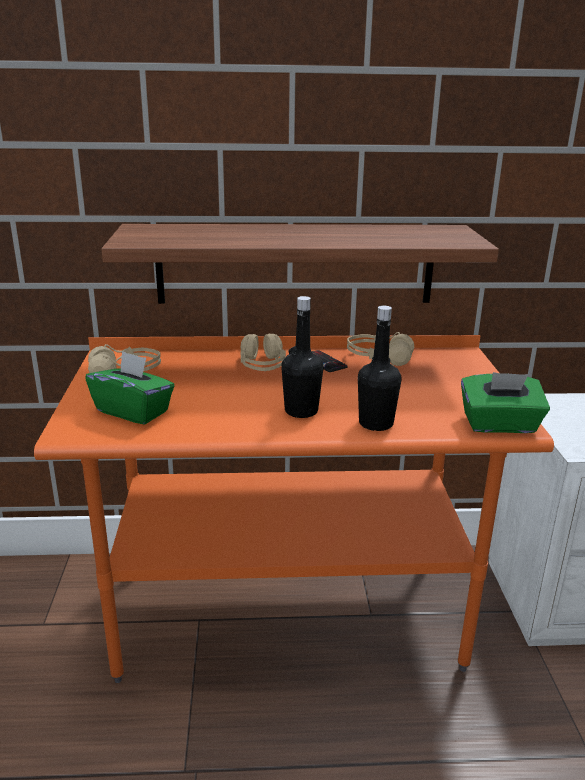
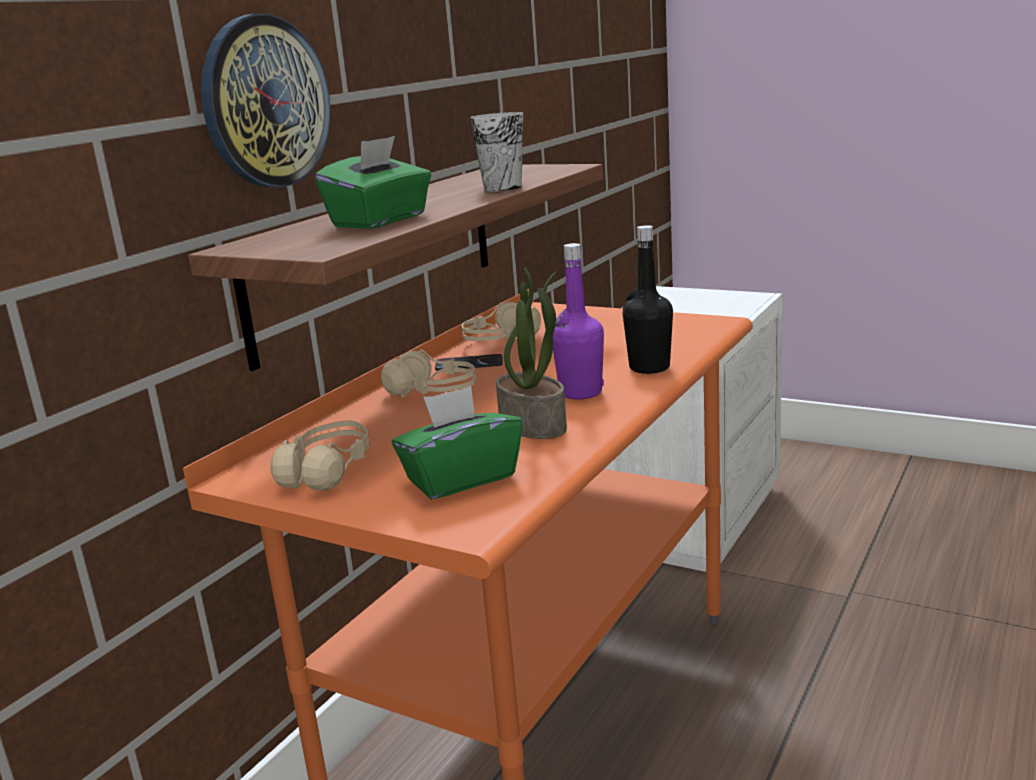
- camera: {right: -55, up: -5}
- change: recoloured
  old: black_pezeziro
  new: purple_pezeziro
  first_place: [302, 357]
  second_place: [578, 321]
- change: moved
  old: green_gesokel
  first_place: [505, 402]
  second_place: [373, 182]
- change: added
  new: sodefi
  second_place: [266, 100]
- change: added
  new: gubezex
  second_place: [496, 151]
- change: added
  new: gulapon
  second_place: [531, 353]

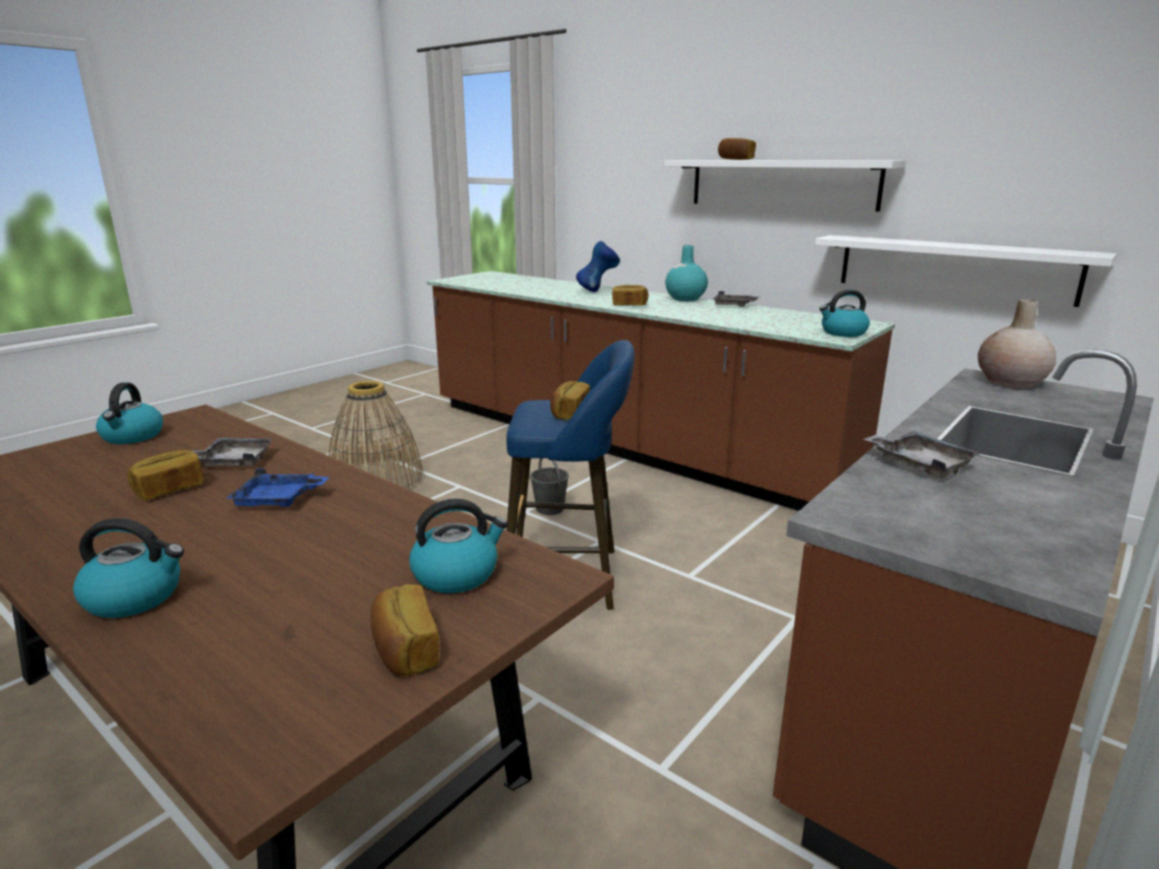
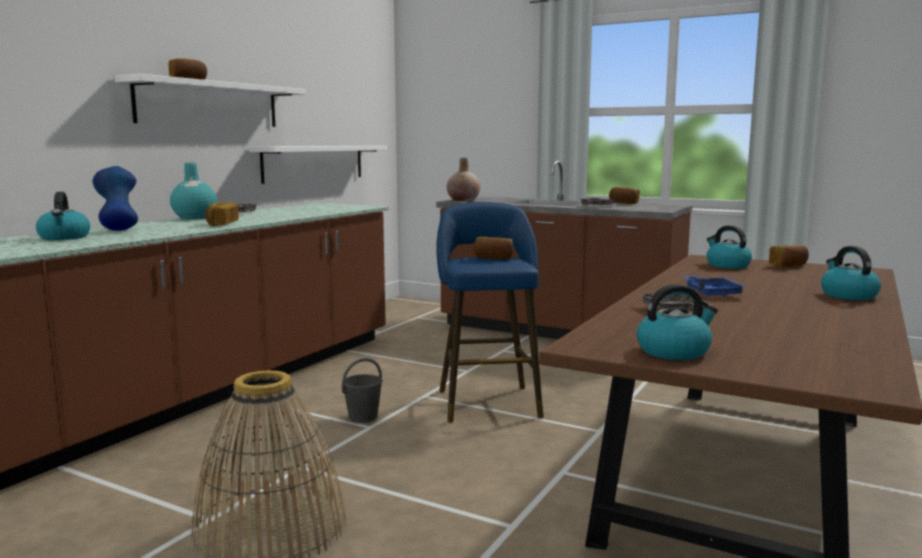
- camera: {right: -100, up: -10}
- change: moved
  old: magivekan
  first_place: [844, 313]
  second_place: [63, 216]
- change: moved
  old: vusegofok
  first_place: [165, 475]
  second_place: [624, 195]

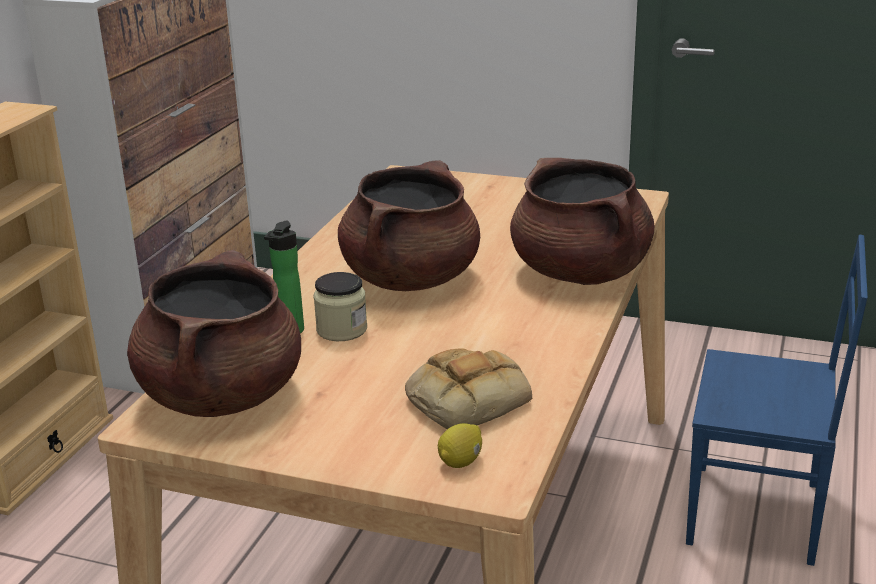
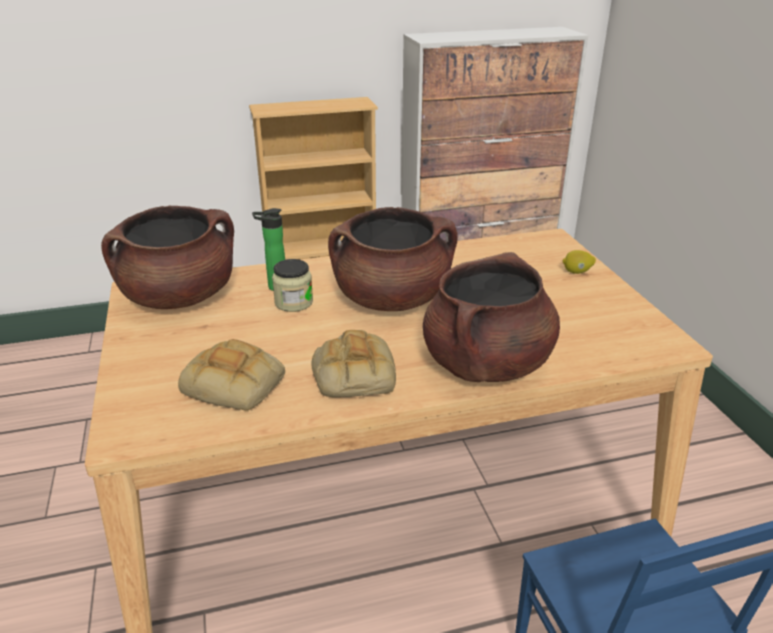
- camera: {right: 55, up: 5}
- change: moved
  old: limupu
  first_place: [460, 445]
  second_place: [579, 262]
- change: added
  new: vusegofok
  second_place: [354, 363]

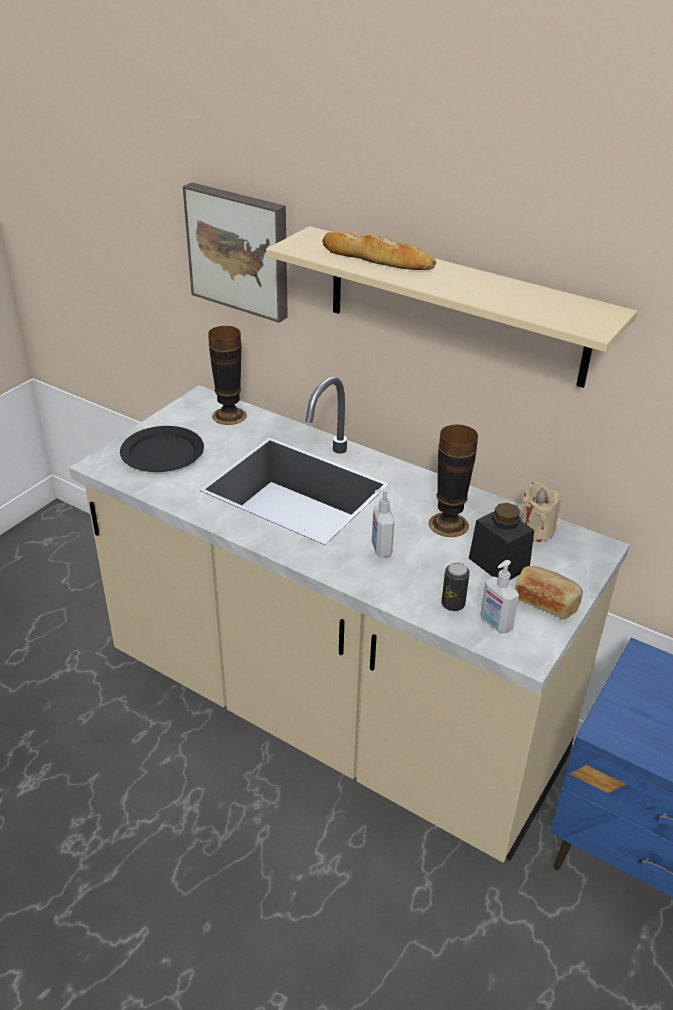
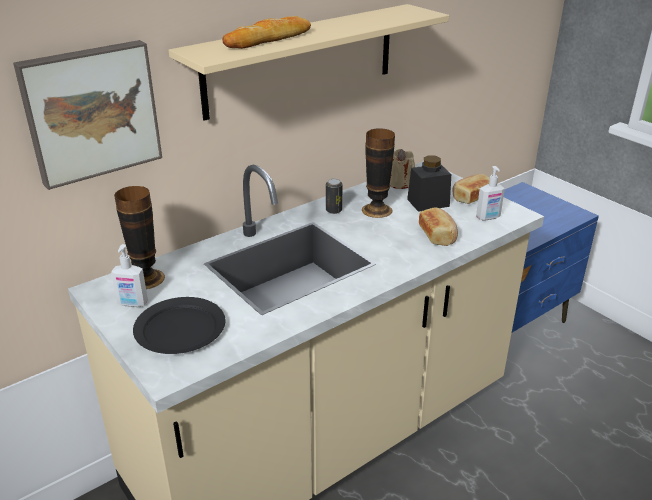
- camera: {right: -70, up: -5}
- change: moved
  old: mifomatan
  first_place: [383, 522]
  second_place: [129, 275]
- change: moved
  old: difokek
  first_place: [456, 587]
  second_place: [334, 196]
- change: added
  new: vusegofok
  second_place: [438, 226]

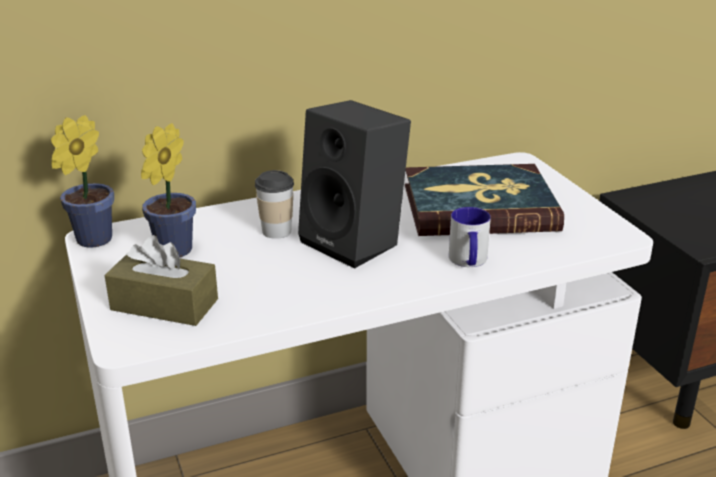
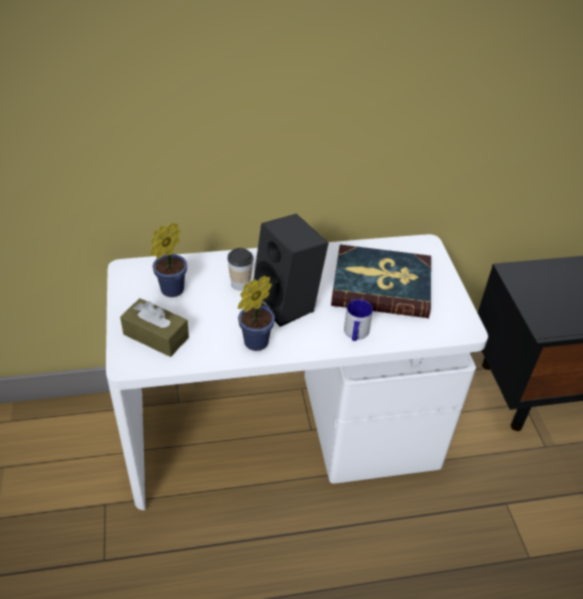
- camera: {right: 10, up: 15}
- change: moved
  old: gulapon
  first_place: [82, 181]
  second_place: [256, 313]

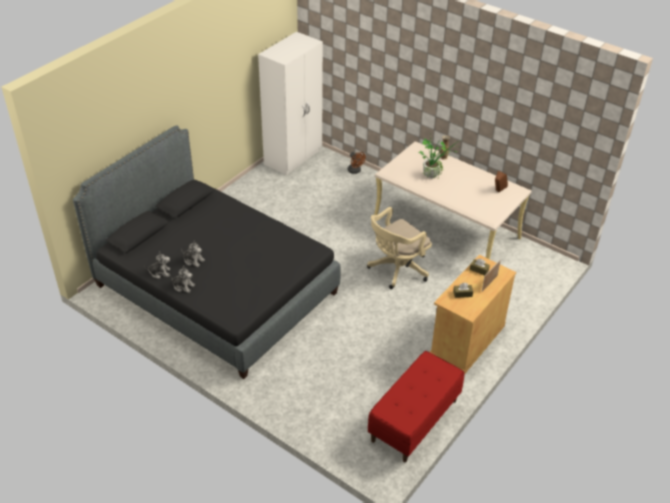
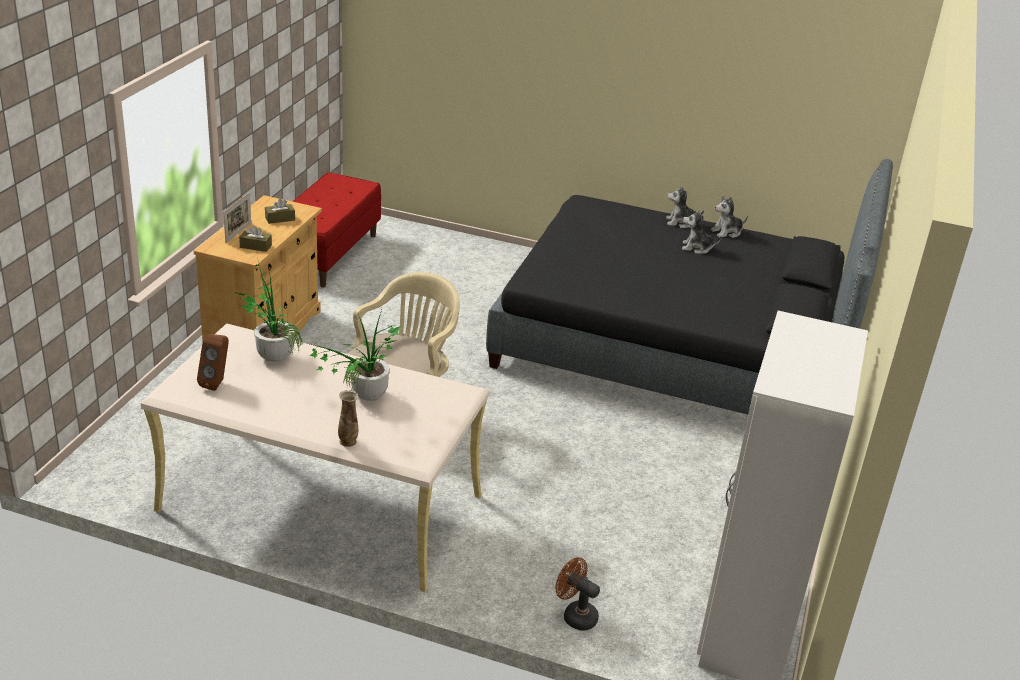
- camera: {right: 160, up: -10}
- change: added
  new: gulapon
  second_place: [269, 311]

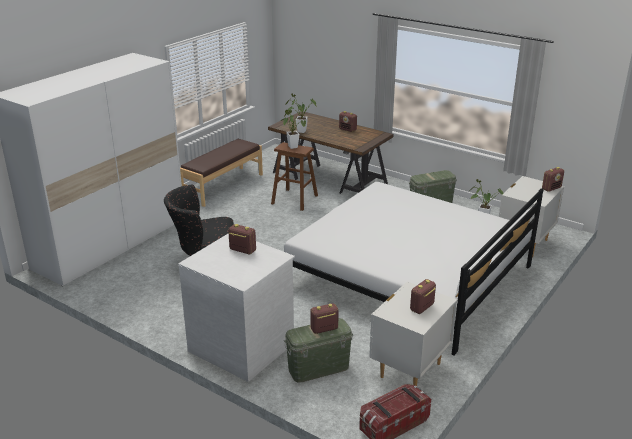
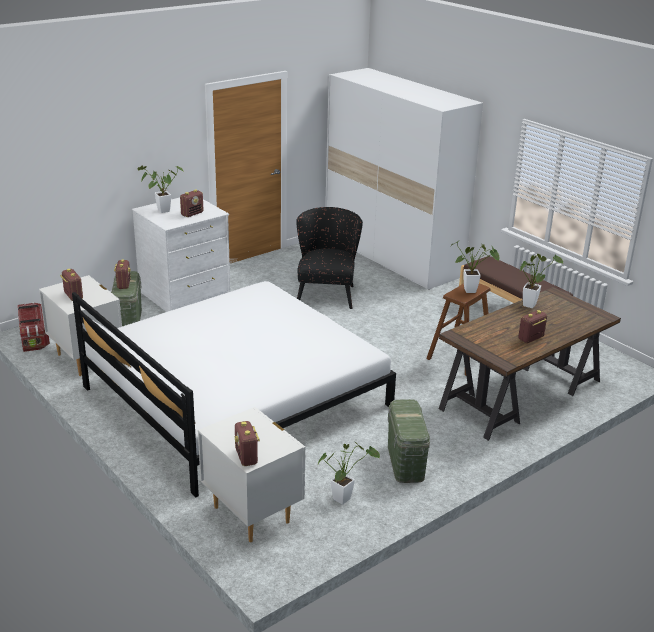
- camera: {right: 105, up: 0}
- change: added
  new: gulapon
  second_place: [160, 189]

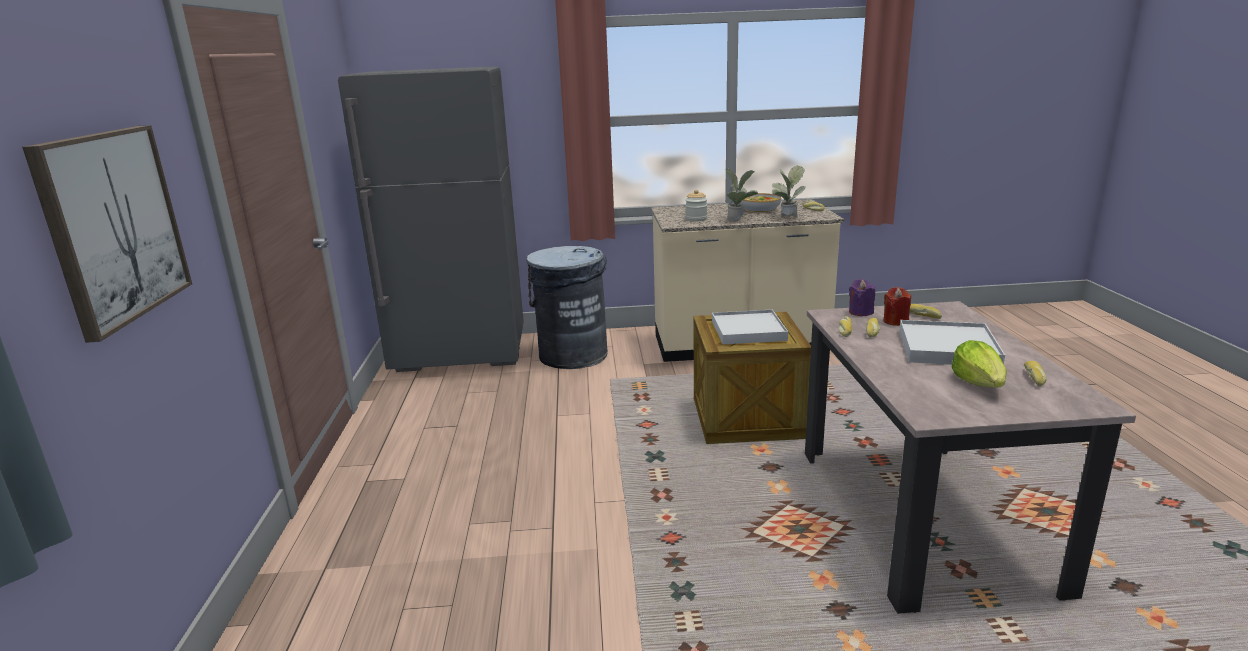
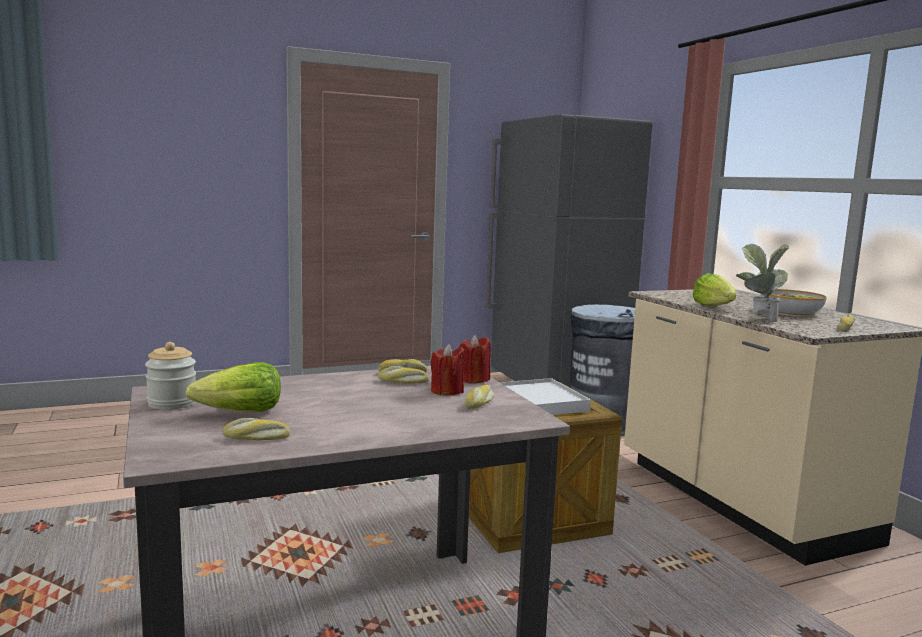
- camera: {right: 70, up: -10}
- change: removed
  old: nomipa
  first_place: [107, 234]
- change: replaced
  old: gulapon
  new: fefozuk
  first_place: [741, 194]
  second_place: [714, 289]
- change: moved
  old: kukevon
  first_place: [696, 205]
  second_place: [170, 376]
- change: recoloured
  old: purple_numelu
  new: red_numelu
  first_place: [862, 297]
  second_place: [475, 359]
- change: removed
  old: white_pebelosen
  first_place: [952, 342]

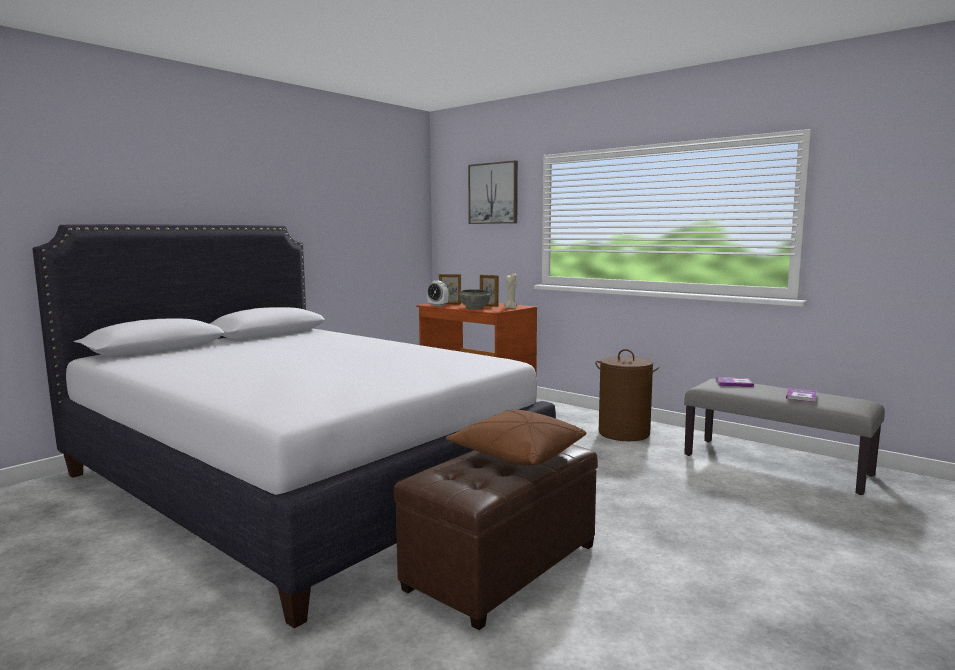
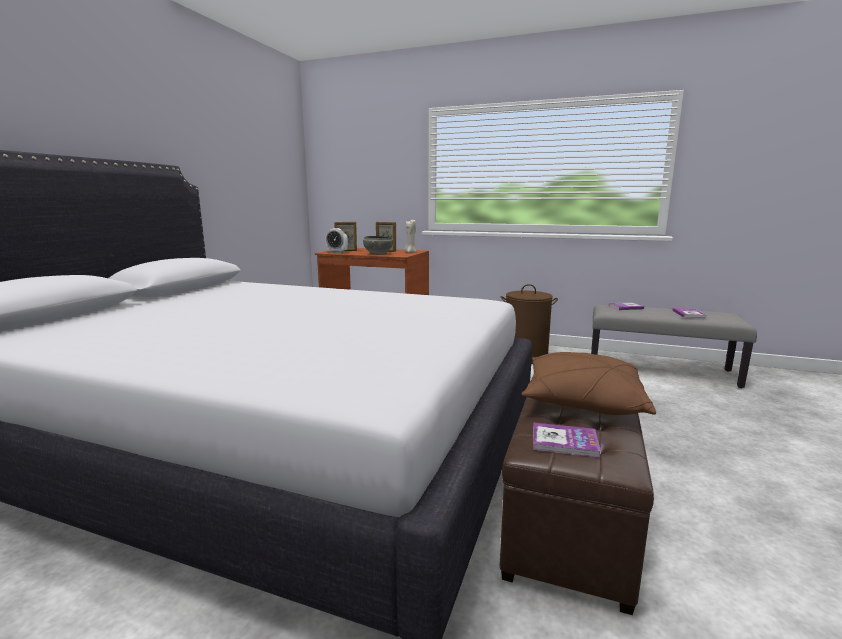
- camera: {right: -20, up: 5}
- change: removed
  old: nomipa
  first_place: [493, 192]
- change: added
  new: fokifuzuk
  second_place: [567, 440]

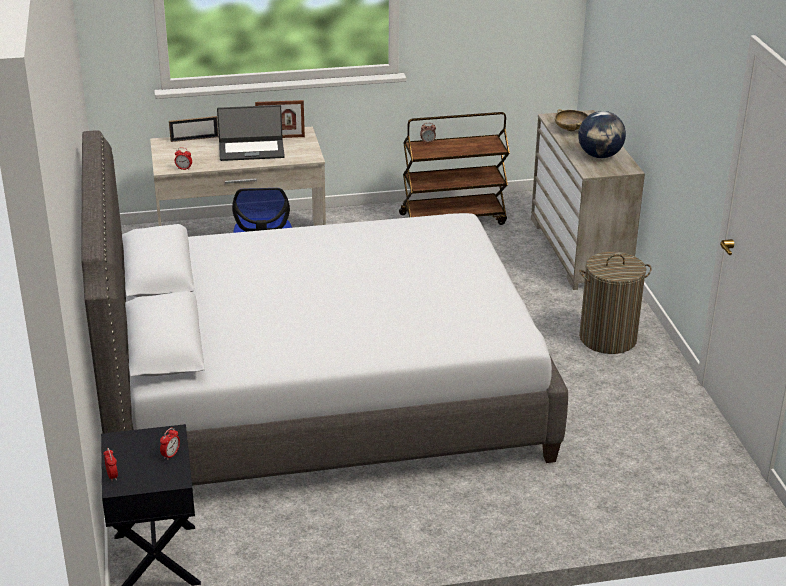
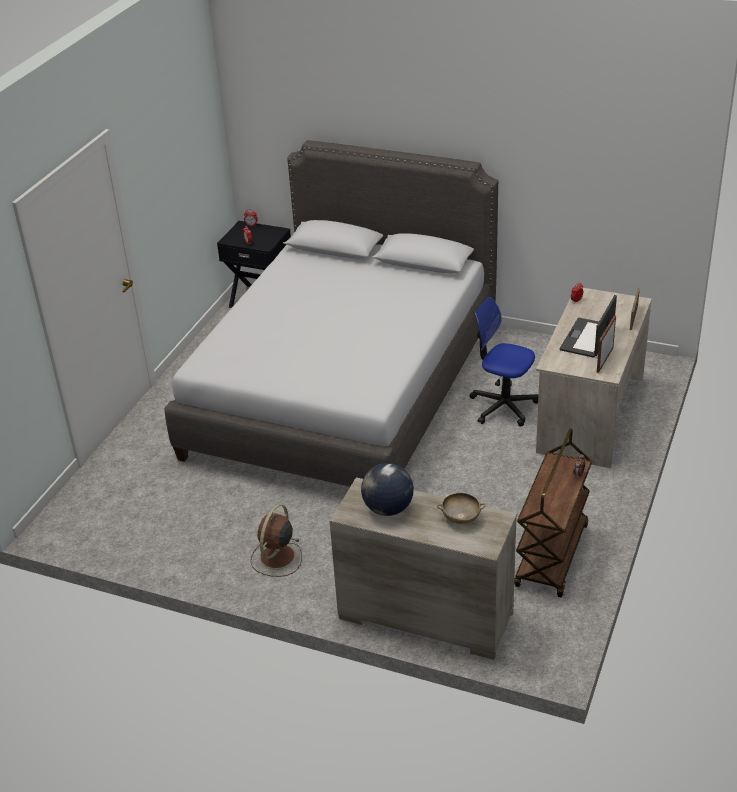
- camera: {right: 125, up: 5}
- change: replaced
  old: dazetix
  new: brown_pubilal
  first_place: [615, 303]
  second_place: [276, 540]

